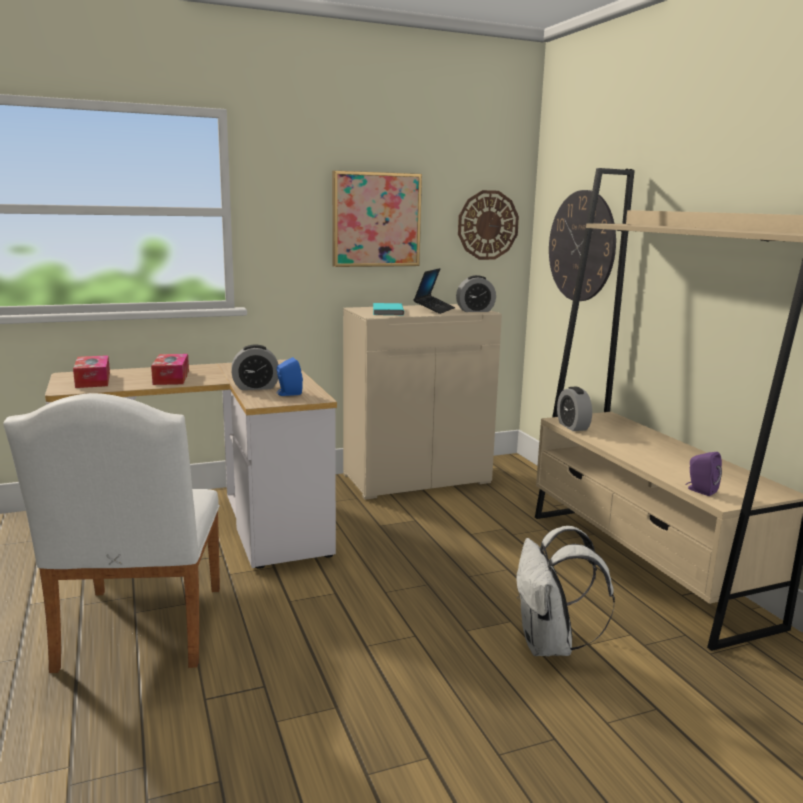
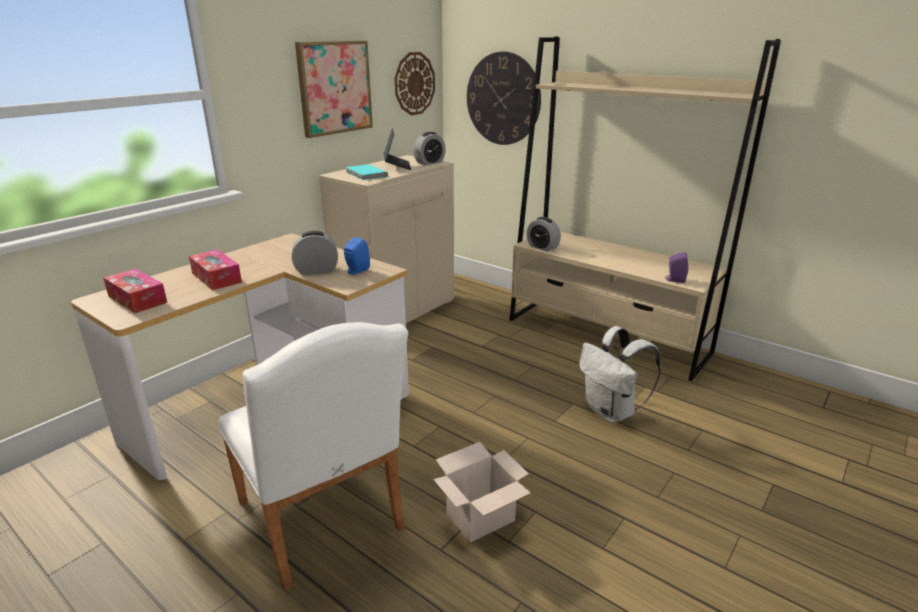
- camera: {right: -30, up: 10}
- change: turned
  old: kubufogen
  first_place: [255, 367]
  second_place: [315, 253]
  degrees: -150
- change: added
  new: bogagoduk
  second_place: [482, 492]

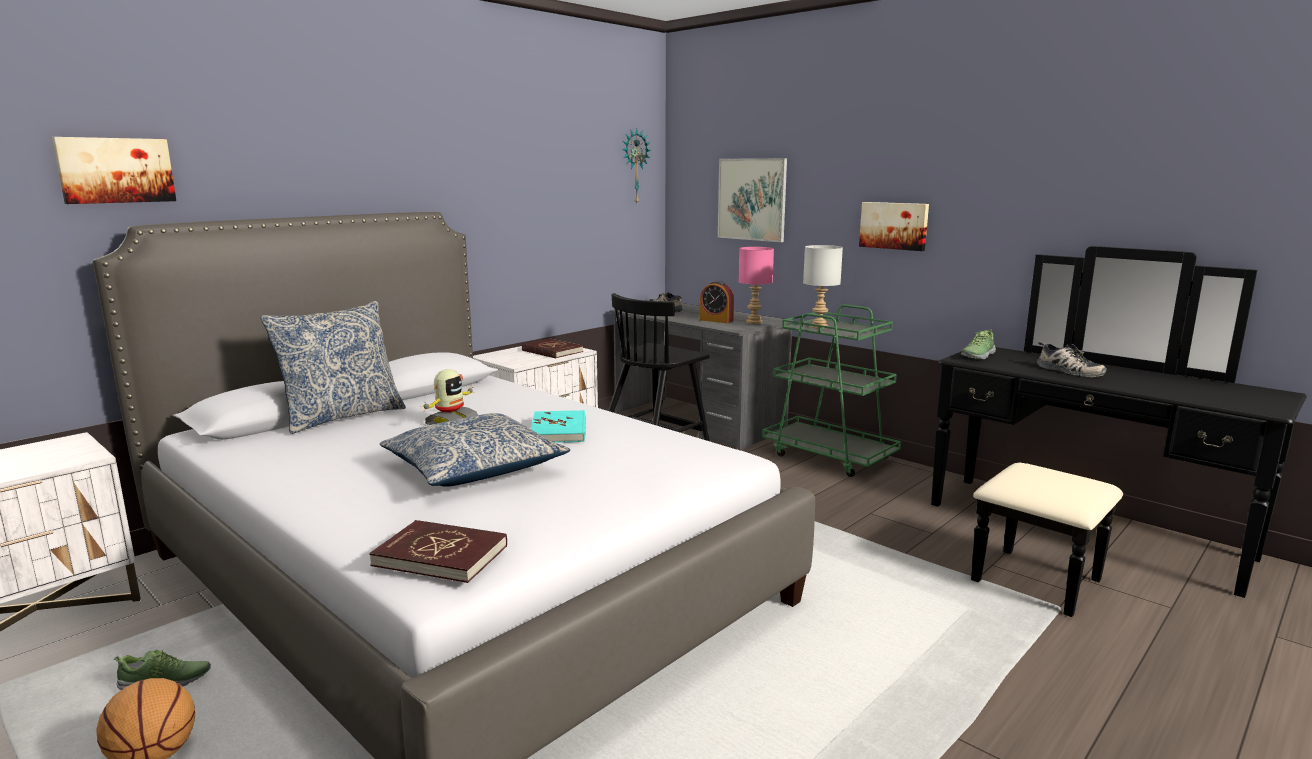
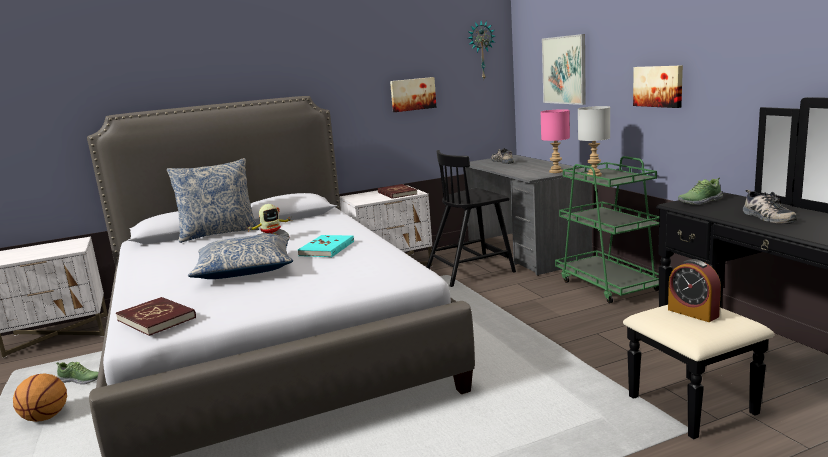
- camera: {right: 25, up: 0}
- change: moved
  old: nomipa
  first_place: [114, 170]
  second_place: [413, 94]
- change: moved
  old: kubufogen
  first_place: [717, 302]
  second_place: [694, 290]

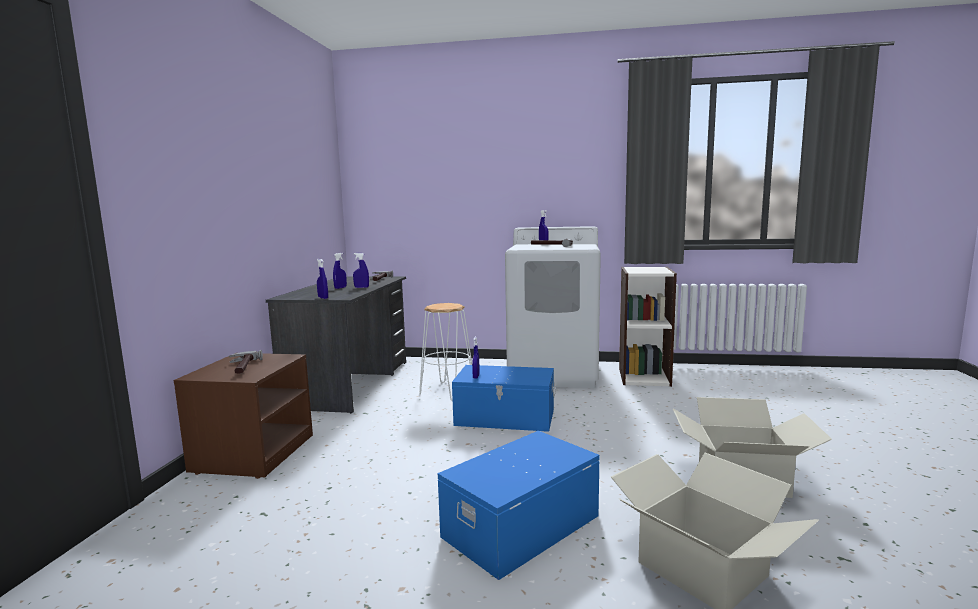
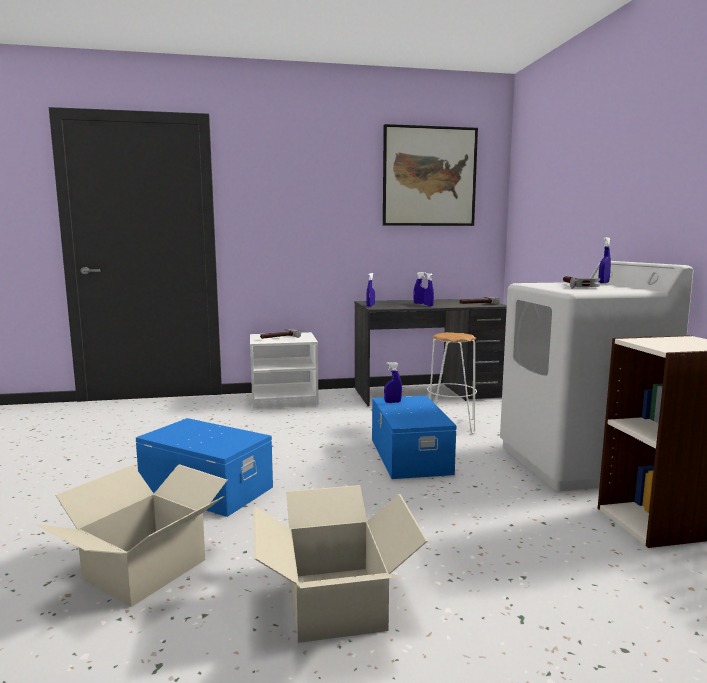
- camera: {right: 70, up: 0}
- change: recoloured
  old: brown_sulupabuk
  new: white_sulupabuk
  first_place: [243, 416]
  second_place: [284, 370]
- change: added
  new: nomipa
  second_place: [430, 175]

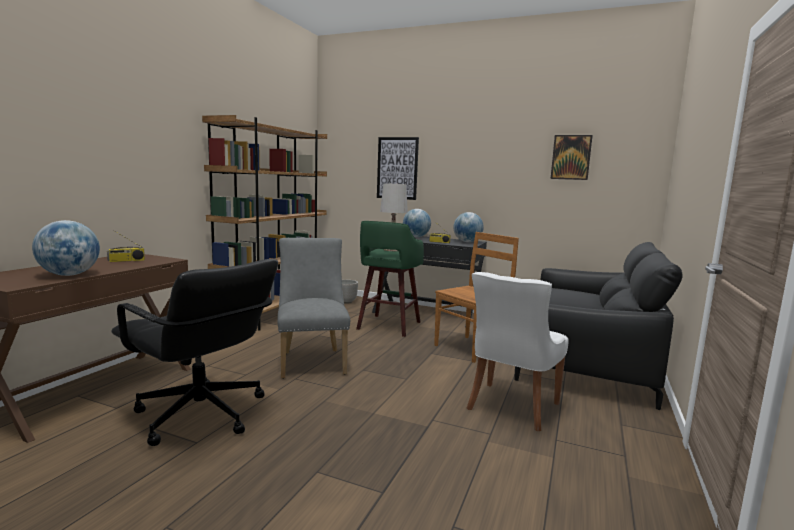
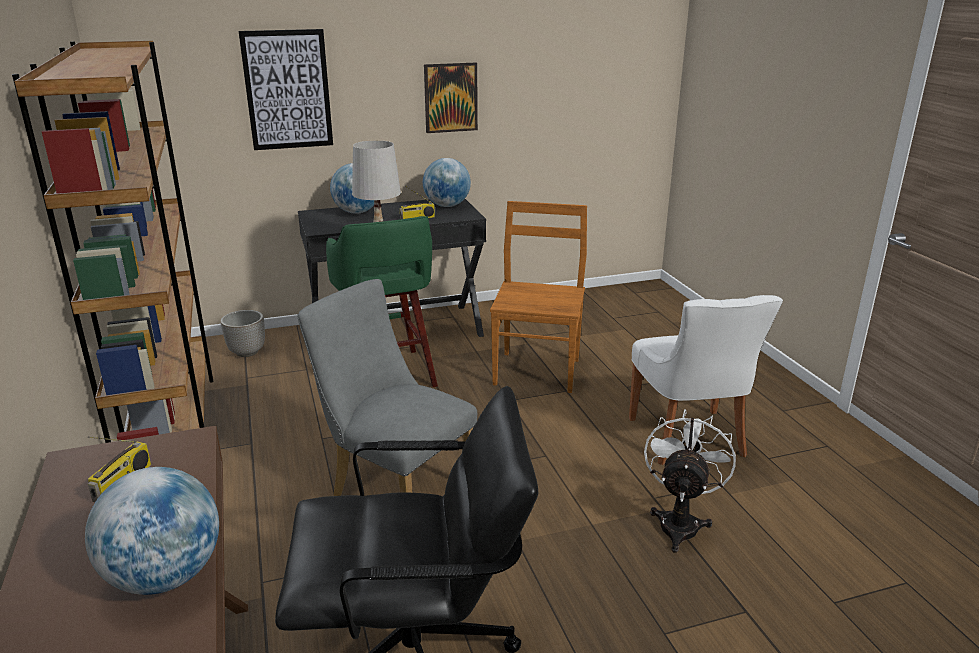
- camera: {right: -40, up: 15}
- change: moved
  old: nomipa
  first_place: [572, 157]
  second_place: [451, 98]
- change: removed
  old: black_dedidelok
  first_place: [598, 326]
- change: added
  new: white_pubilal
  second_place: [690, 481]

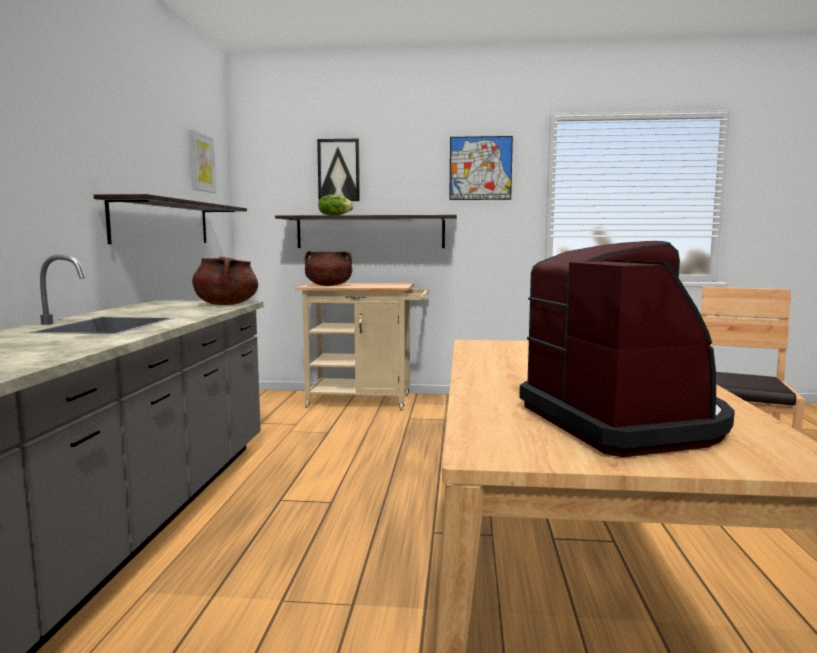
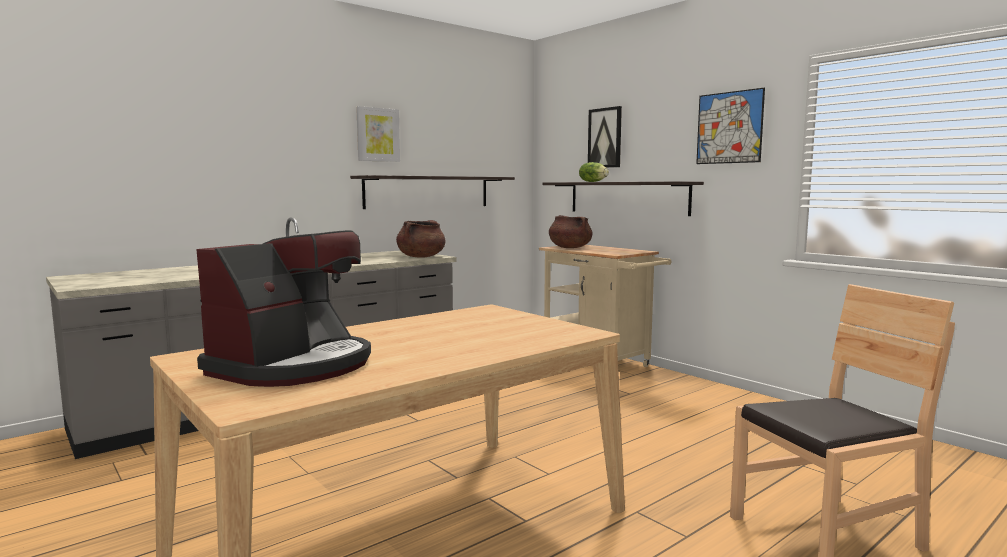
- camera: {right: 45, up: 0}
- change: moved
  old: nomipa
  first_place: [203, 161]
  second_place: [378, 134]

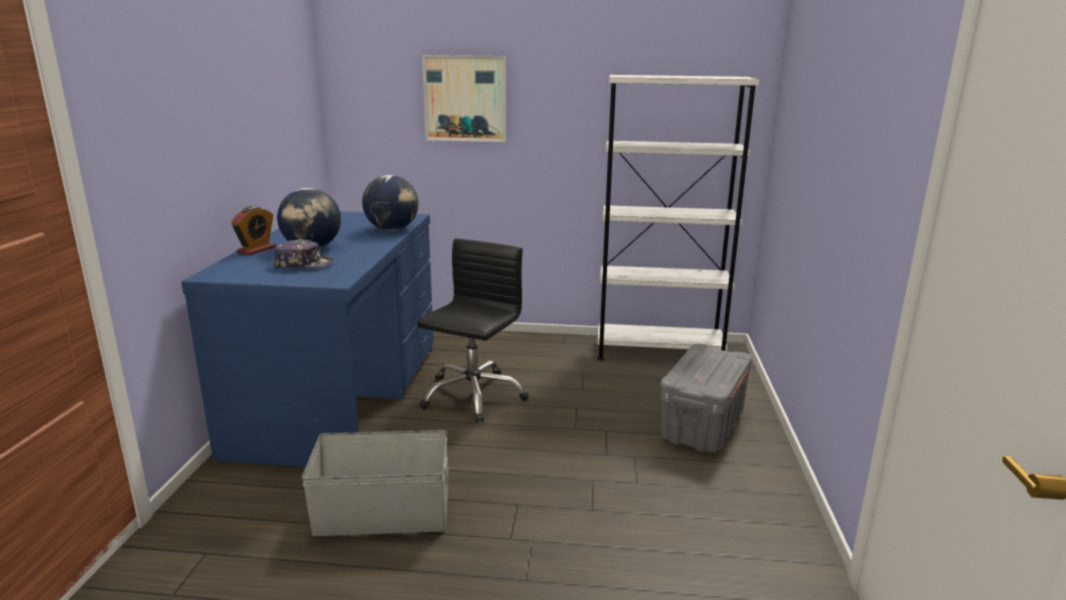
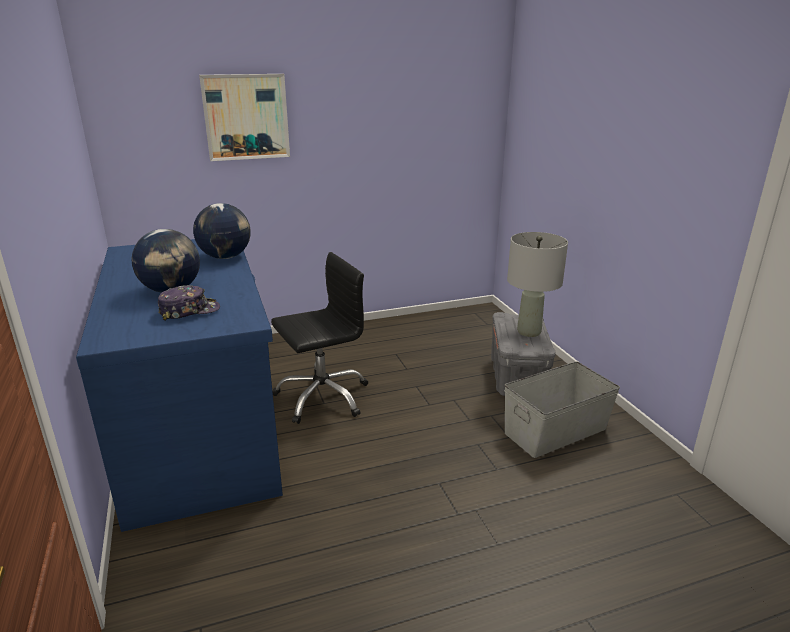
- camera: {right: -25, up: 5}
- change: removed
  old: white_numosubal
  first_place: [678, 218]
- change: removed
  old: kubufogen
  first_place: [253, 230]
- change: turned
  old: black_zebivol
  first_place: [473, 330]
  second_place: [319, 338]
  degrees: 60
- change: moved
  old: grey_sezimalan
  first_place: [375, 483]
  second_place: [562, 410]
- change: added
  new: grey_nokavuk
  second_place: [537, 284]

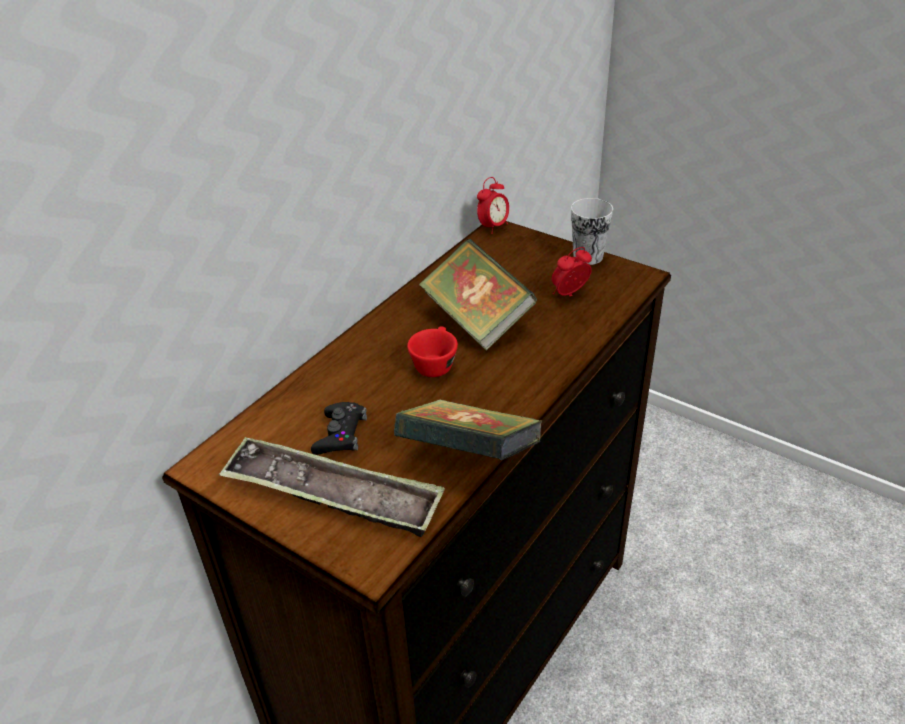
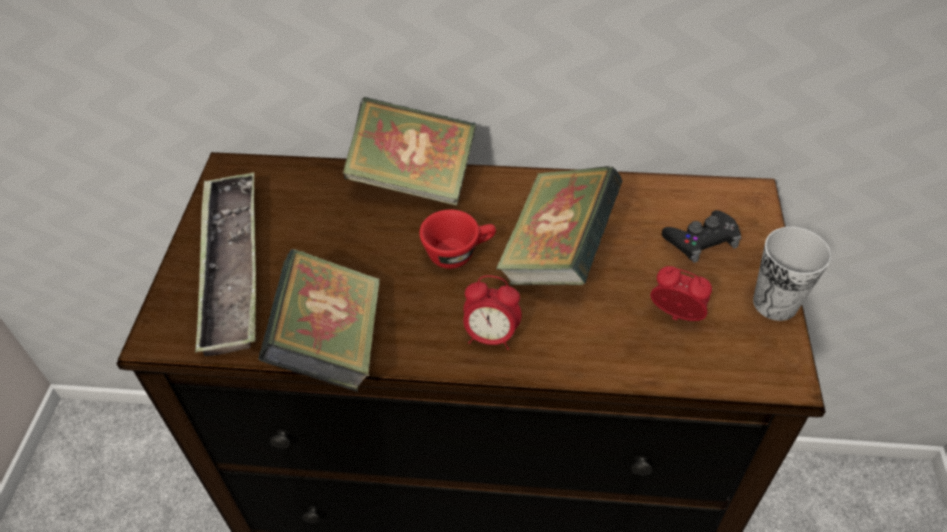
- camera: {right: 60, up: 10}
- change: moved
  old: kubufogen
  first_place: [493, 205]
  second_place: [492, 312]
- change: moved
  old: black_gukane
  first_place: [339, 428]
  second_place: [701, 236]
- change: added
  new: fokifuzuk
  second_place: [409, 151]

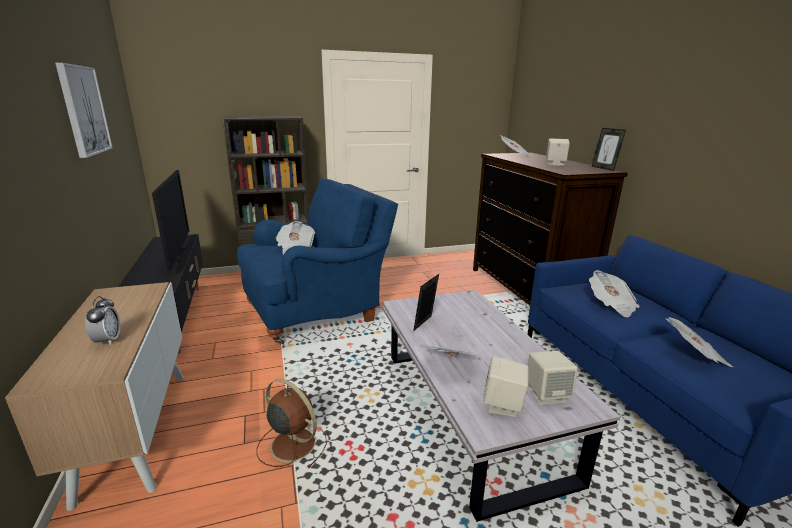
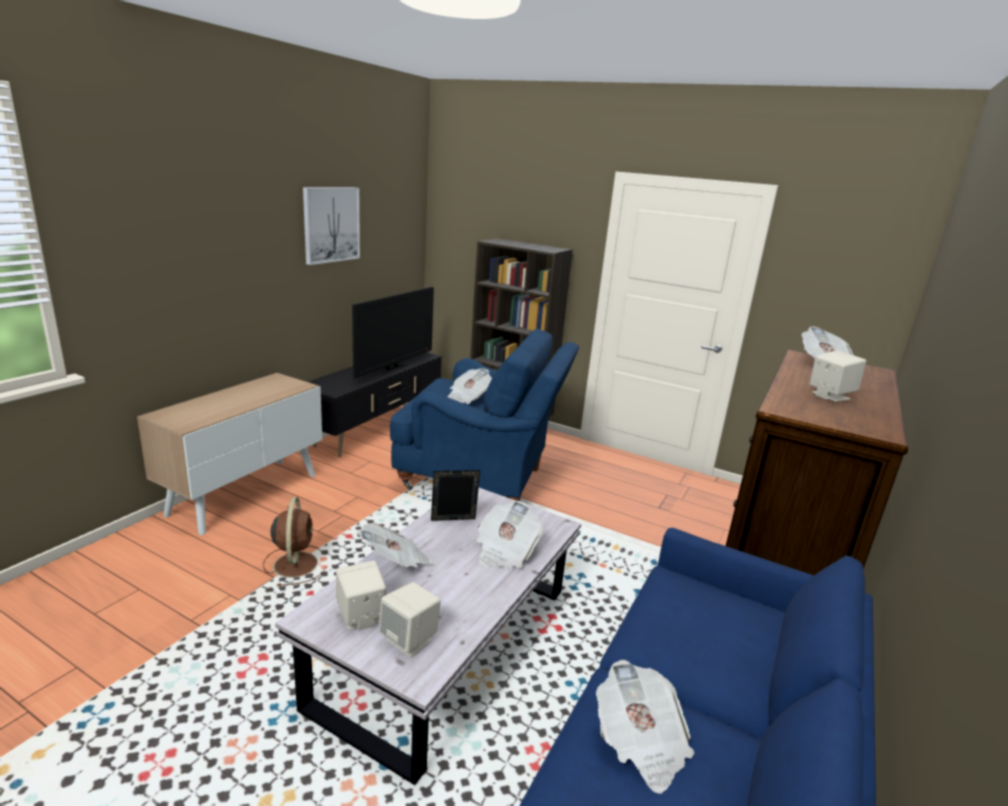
- camera: {right: 45, up: 0}
- change: removed
  old: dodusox
  first_place: [609, 149]
- change: moved
  old: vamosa
  first_place: [614, 294]
  second_place: [509, 534]
- change: removed
  old: kubufogen
  first_place: [102, 320]

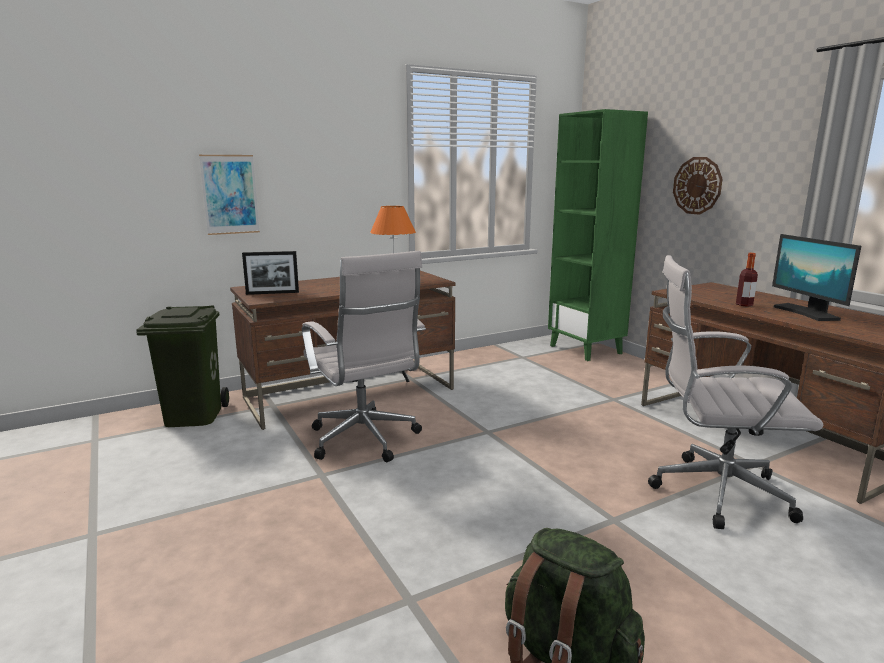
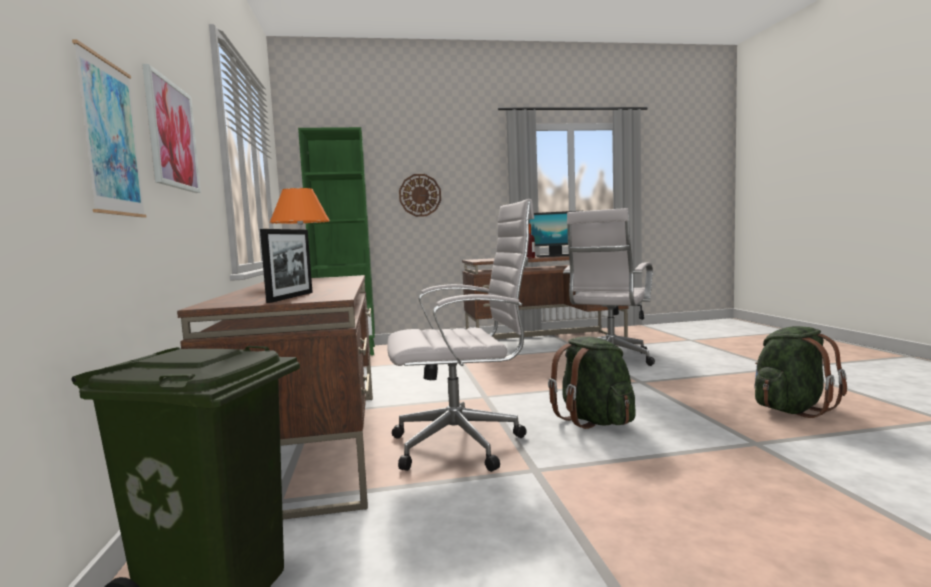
- camera: {right: -70, up: -10}
- change: added
  new: nomipa
  second_place: [171, 128]
- change: added
  new: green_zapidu
  second_place: [592, 383]

